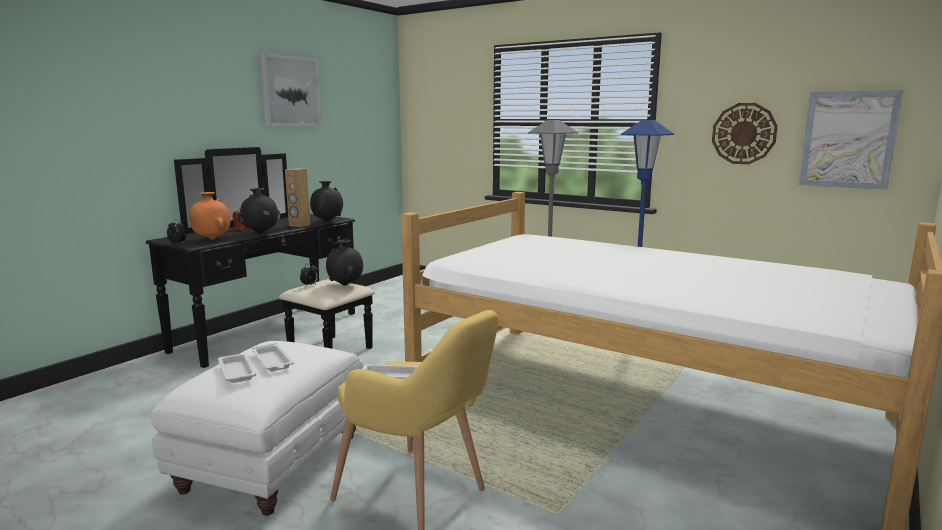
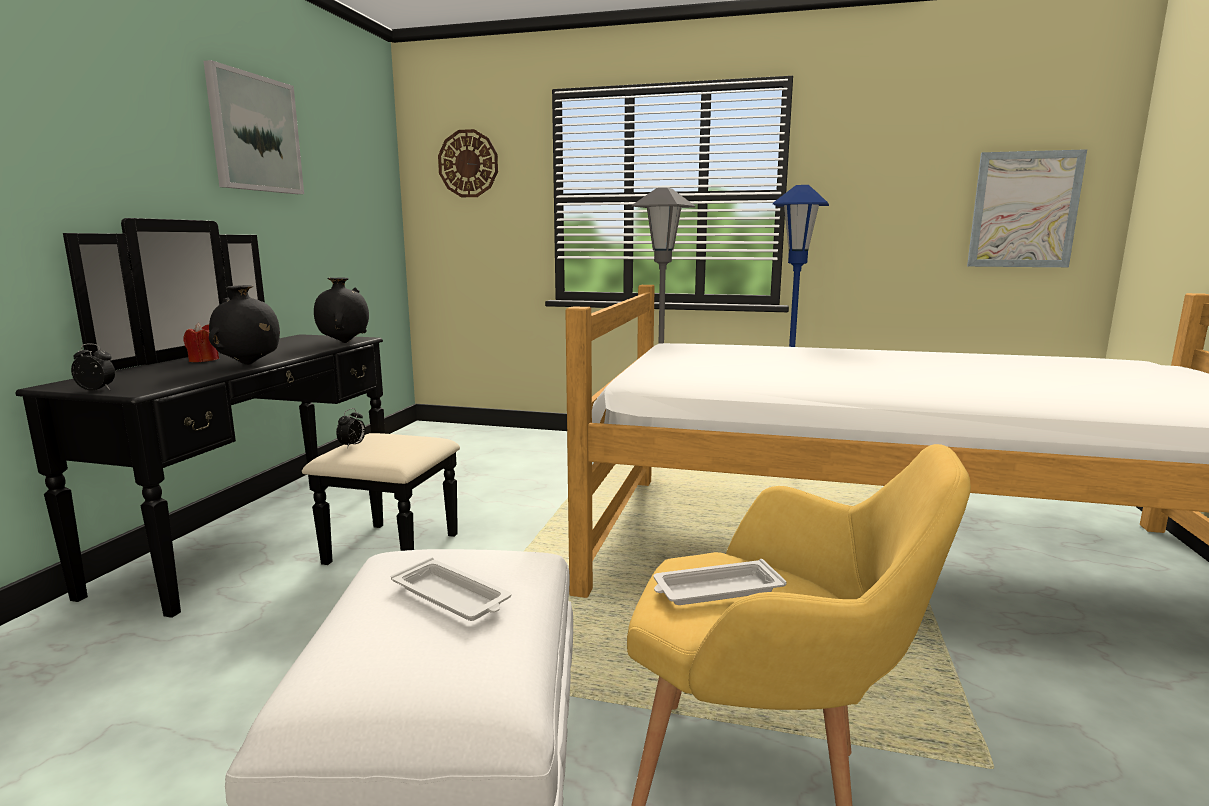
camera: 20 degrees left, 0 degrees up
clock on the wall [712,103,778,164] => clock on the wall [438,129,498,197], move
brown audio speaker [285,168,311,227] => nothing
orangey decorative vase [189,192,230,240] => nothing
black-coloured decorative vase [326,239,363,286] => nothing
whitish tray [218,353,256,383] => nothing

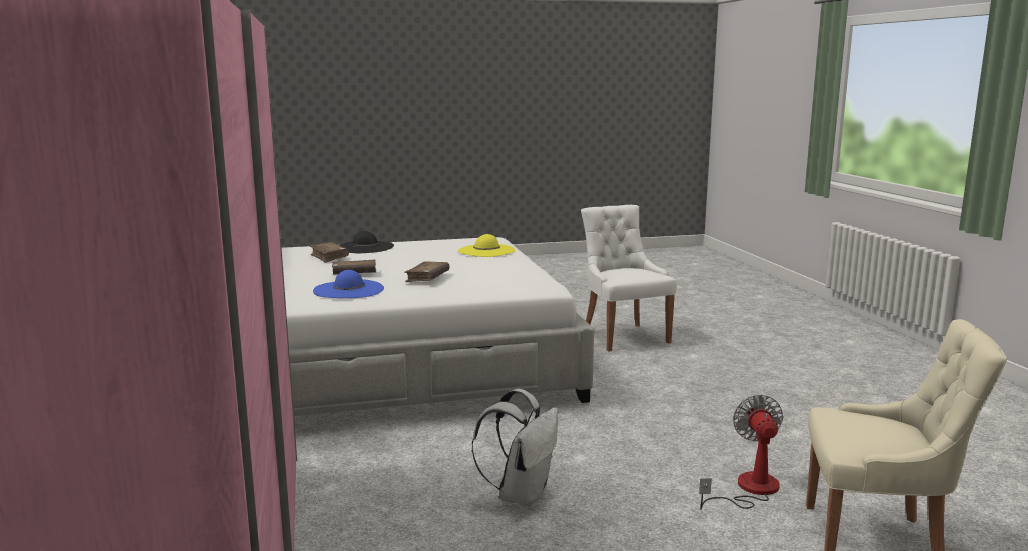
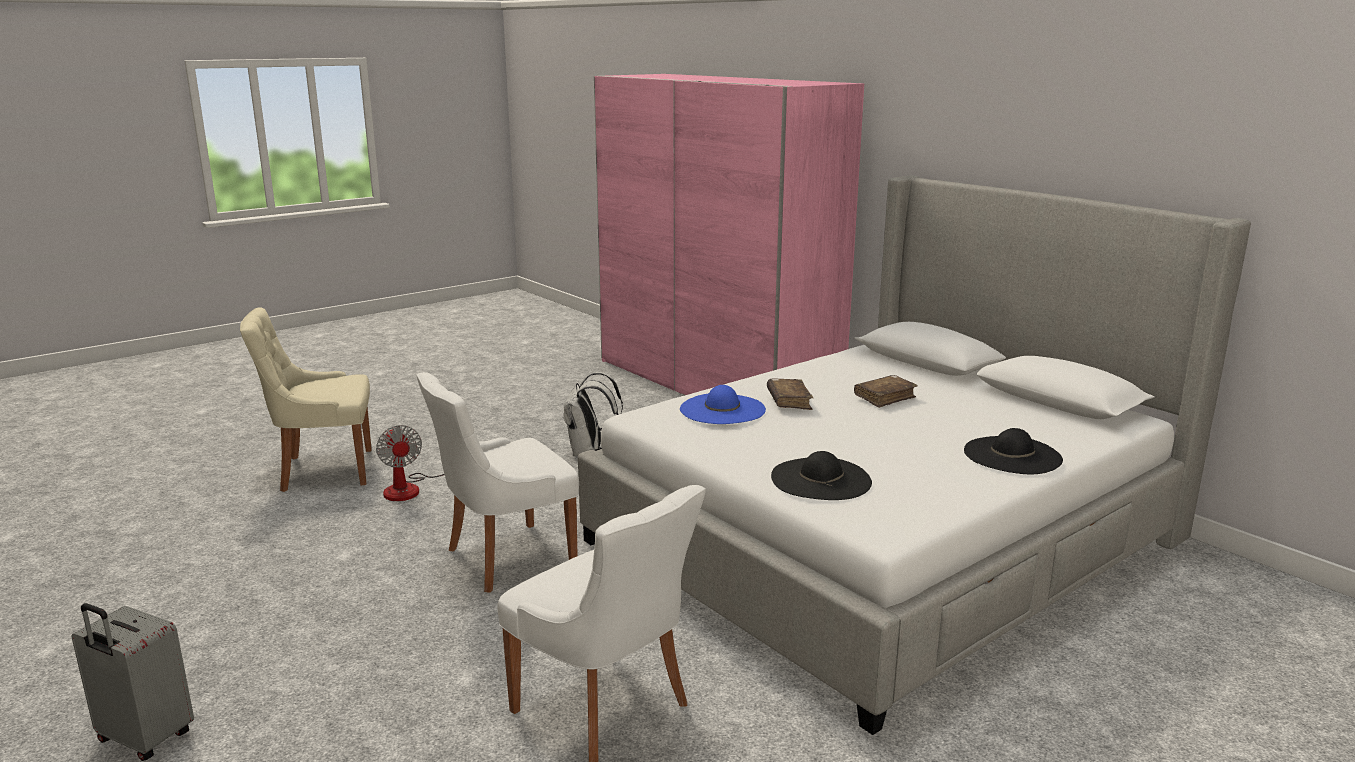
camera: 155 degrees right, 5 degrees up
yellow wearable hat [458,234,516,257] => black-coloured wearable hat [771,451,872,500]
brown book [310,242,349,263] => nothing
blue wearable hat [313,270,384,298] => blue wearable hat [680,385,766,424], move
nothing => whitish chair [416,372,579,593]
nothing => gray suitcase [72,603,194,761]

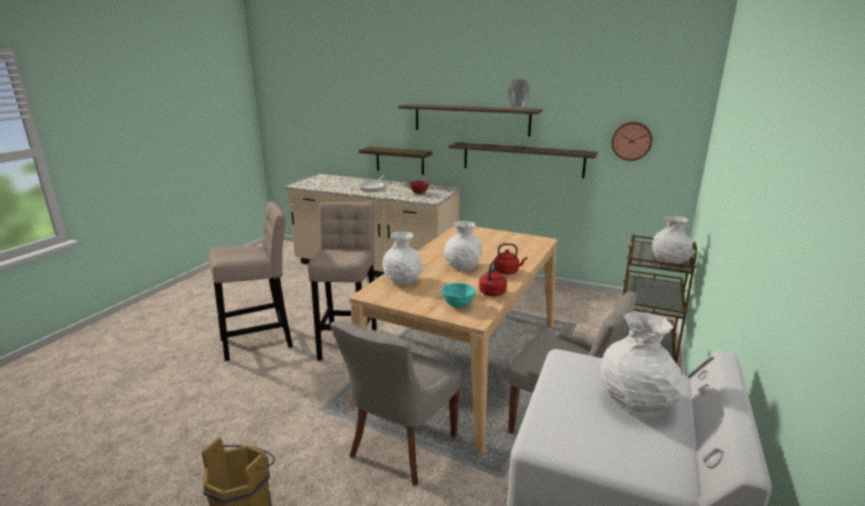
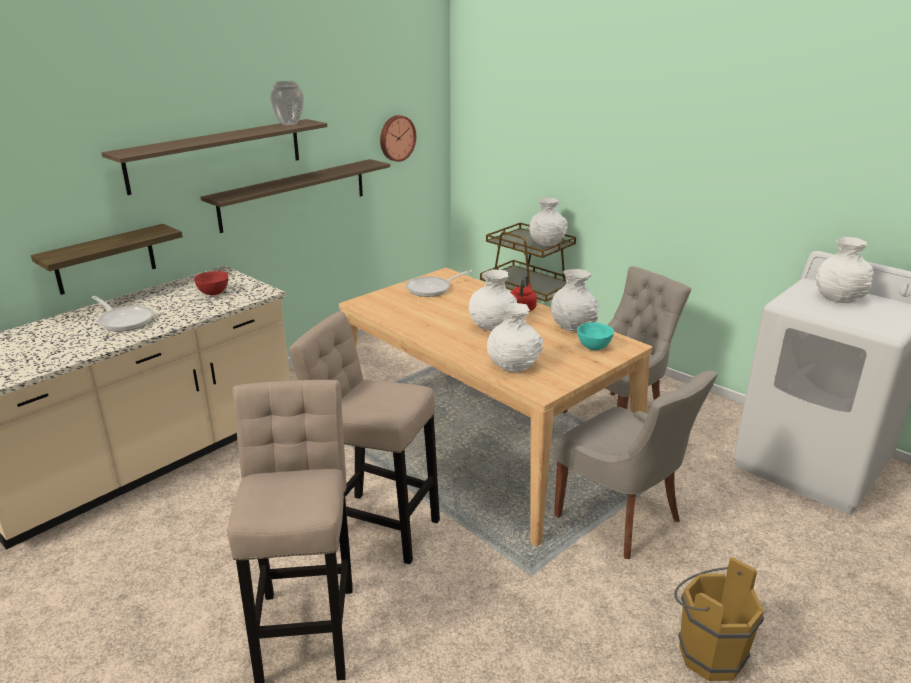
camera: 70 degrees left, 5 degrees up
reddish water kettle [479,260,507,297] => whitish decorative vase [551,269,599,331]
nothing => pan [406,270,473,297]

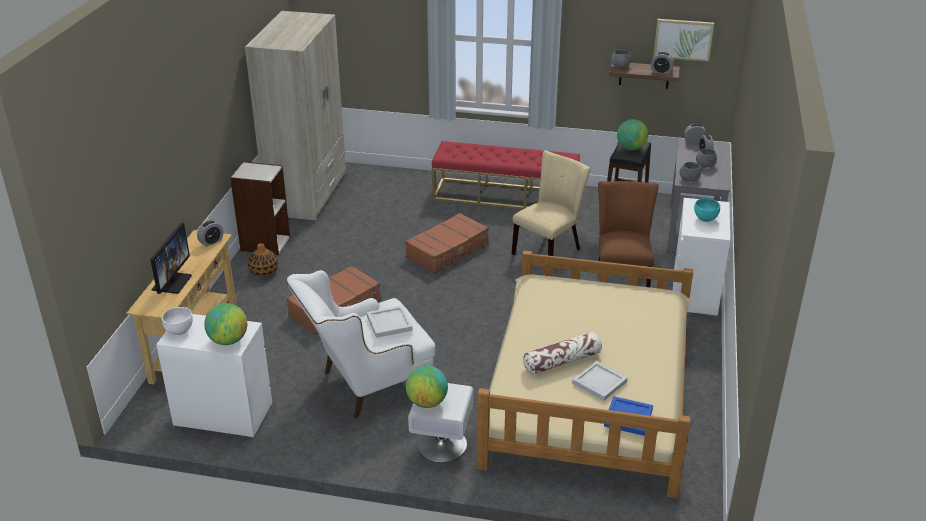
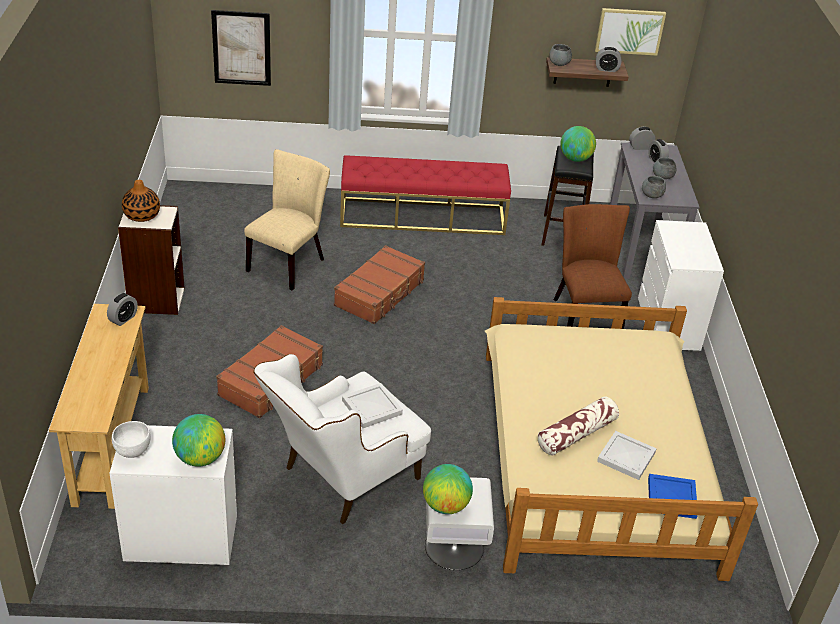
camera: 15 degrees left, 5 degrees up
beige armoire [245,11,346,221] => nothing
beige chair [511,150,590,256] => beige chair [244,149,330,291], move
blue-green serving bowl [694,198,720,222] => nothing
computer screen [150,223,192,294] => nothing
decorative vase [248,243,278,277] => decorative vase [122,180,160,222], move
nothing => wall picture [211,10,271,86]

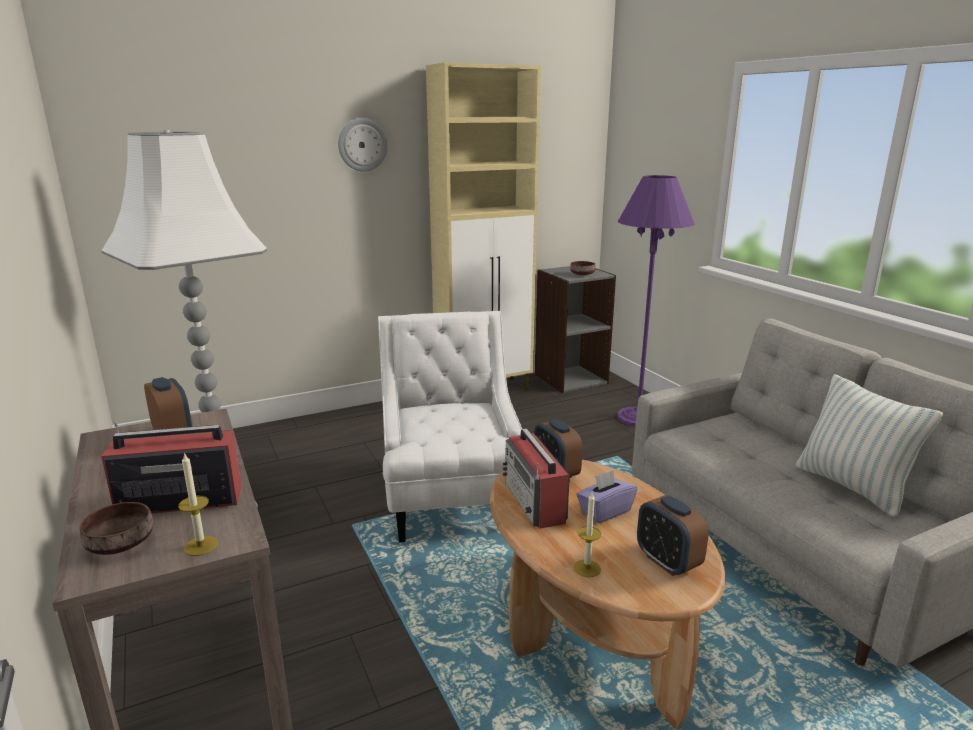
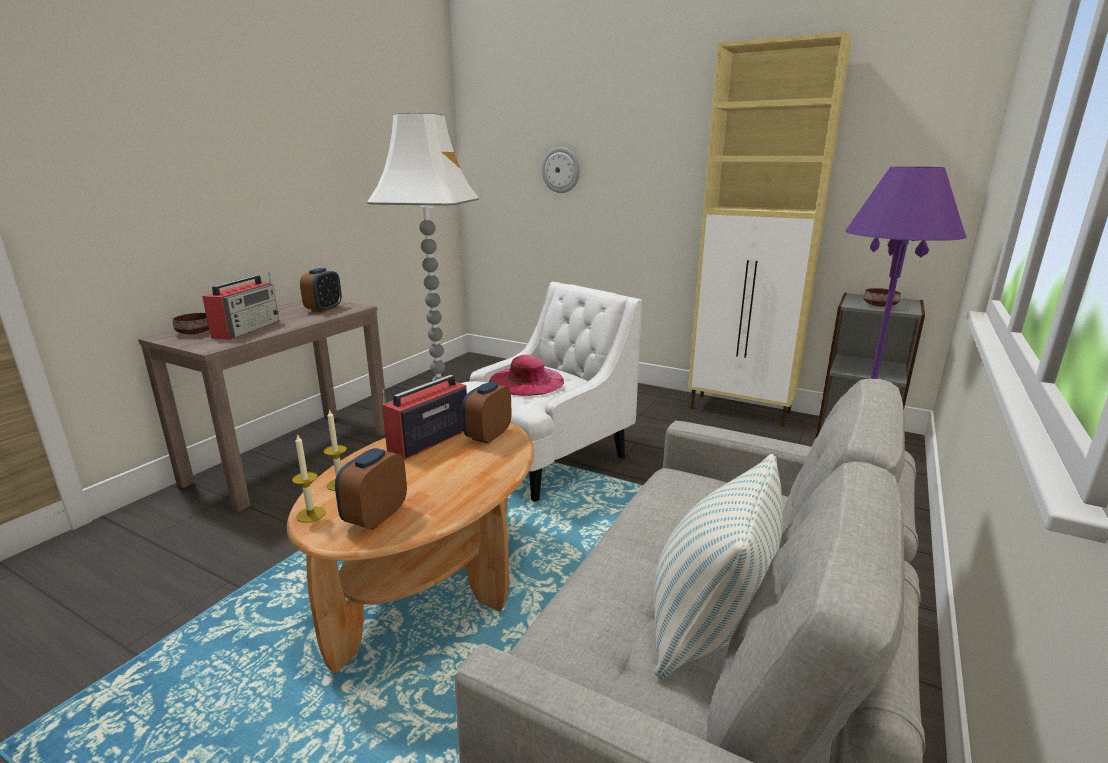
camera: 55 degrees right, 0 degrees up
clock on the wall [338,118,388,171] => clock on the wall [542,147,580,193], move
radio set [101,421,242,513] => radio set [202,272,279,340], 60 degrees clockwise
candle [178,452,218,556] => candle [292,434,326,523], move
purple tissue box [577,470,637,523] => nothing
nothing => pinkish wearable hat [489,355,564,396]

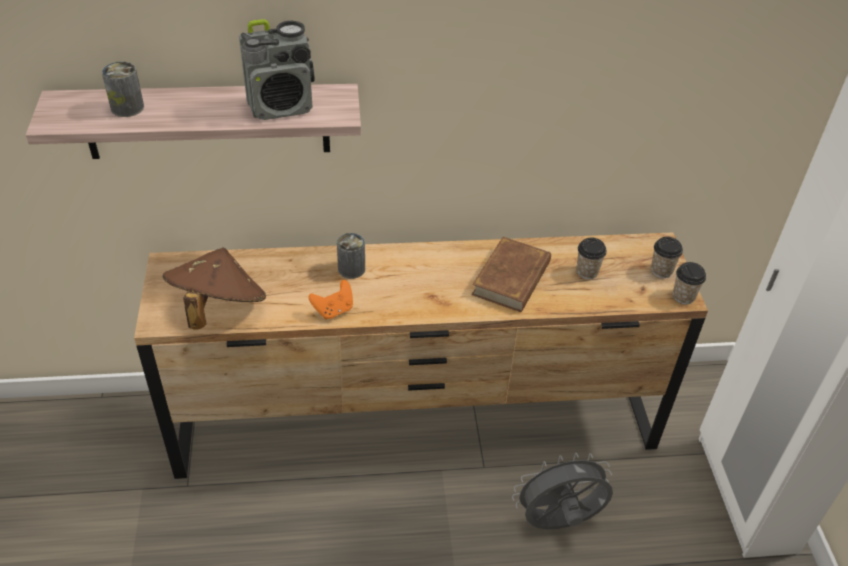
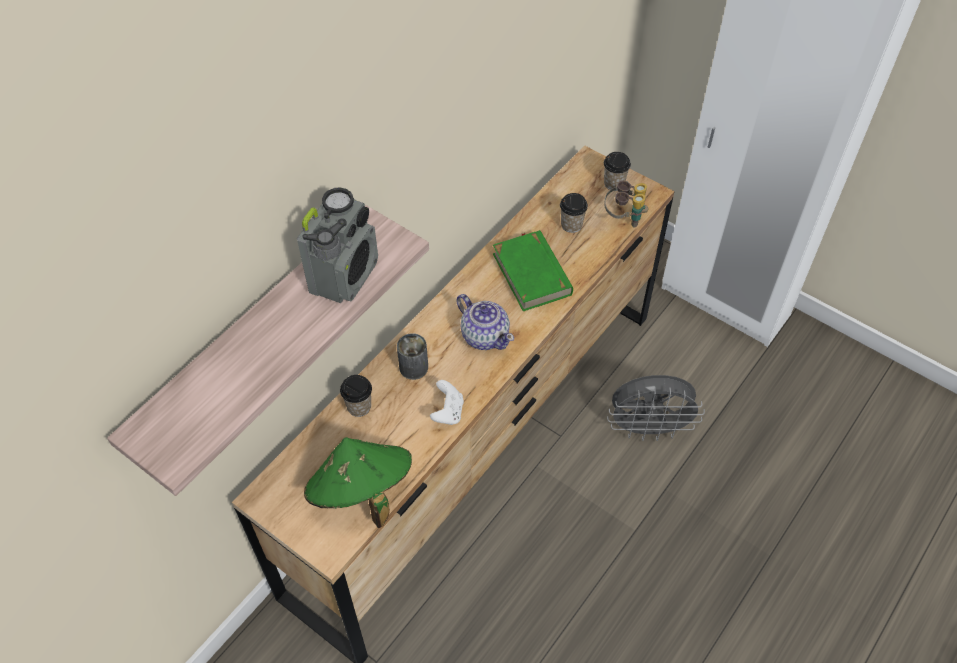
camera: 45 degrees left, 10 degrees up
can [102,62,144,117] => nothing
brown book [472,237,551,312] => green book [493,230,573,311]
brown wearable hat [163,248,266,330] => green wearable hat [304,437,412,528]
drinking cup [673,262,706,304] => drinking cup [340,375,372,417], move
orangey gamepad [309,280,353,319] => whitish gamepad [430,380,464,425]
gray electric fan [512,453,613,529] => gray electric fan [607,375,705,441], 120 degrees counterclockwise
nothing => binoculars [604,181,648,227]
nothing => pot for tea [456,294,514,350]

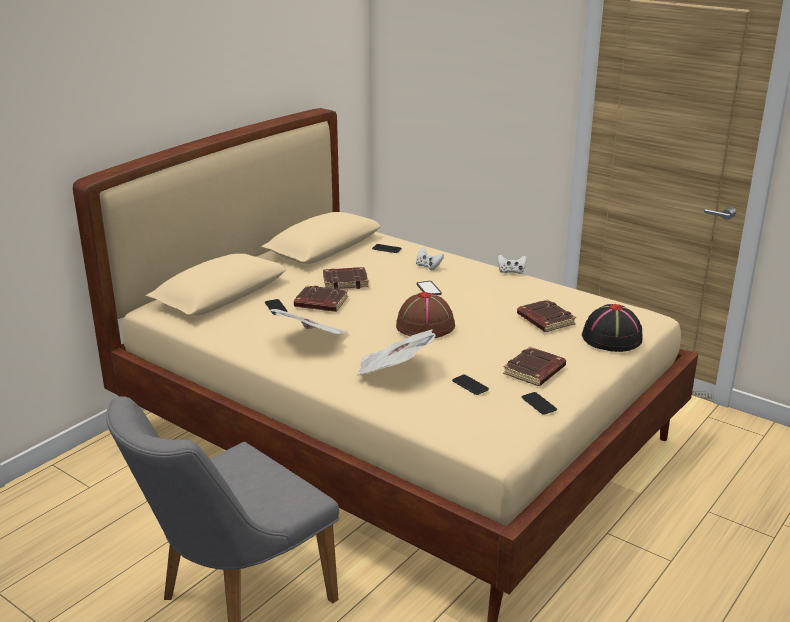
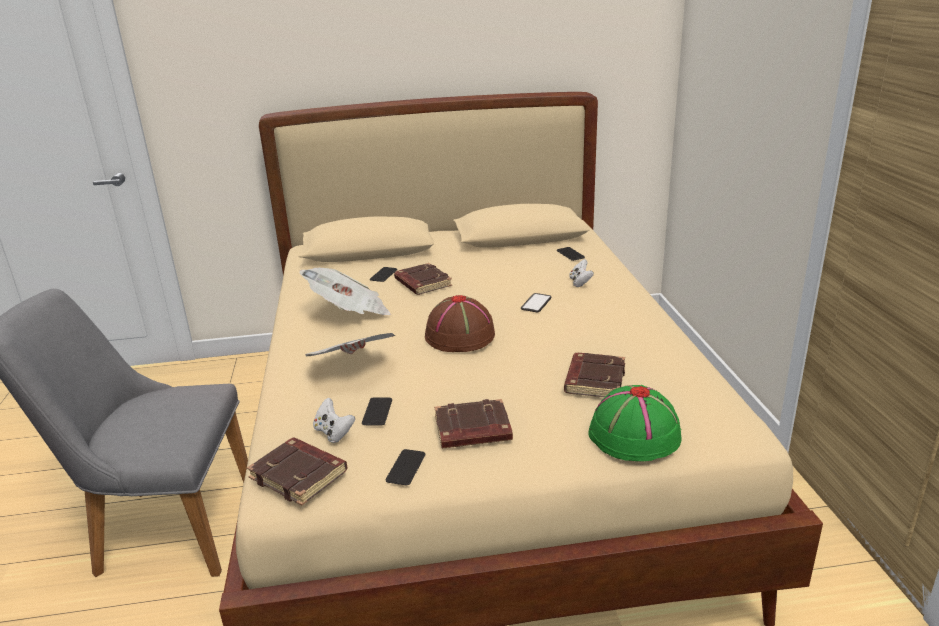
camera: 45 degrees right, 0 degrees up
whitish gamepad [497,254,527,274] => whitish gamepad [313,398,355,443], move
brown book [323,267,369,289] => brown book [247,437,347,506], move
black-coloured wearable hat [582,304,643,352] => green wearable hat [588,385,683,461]

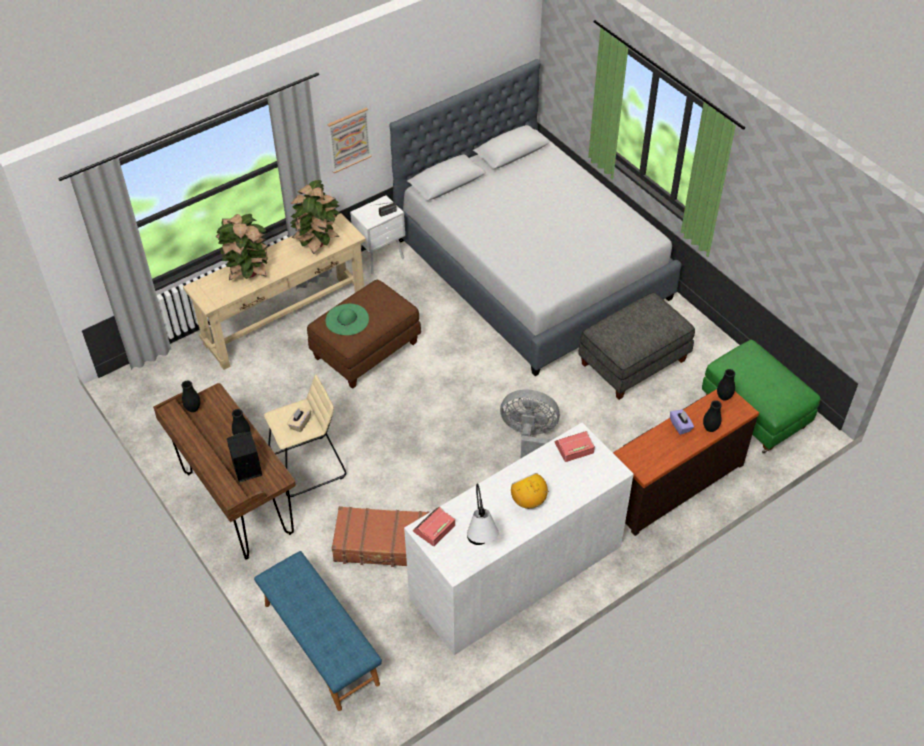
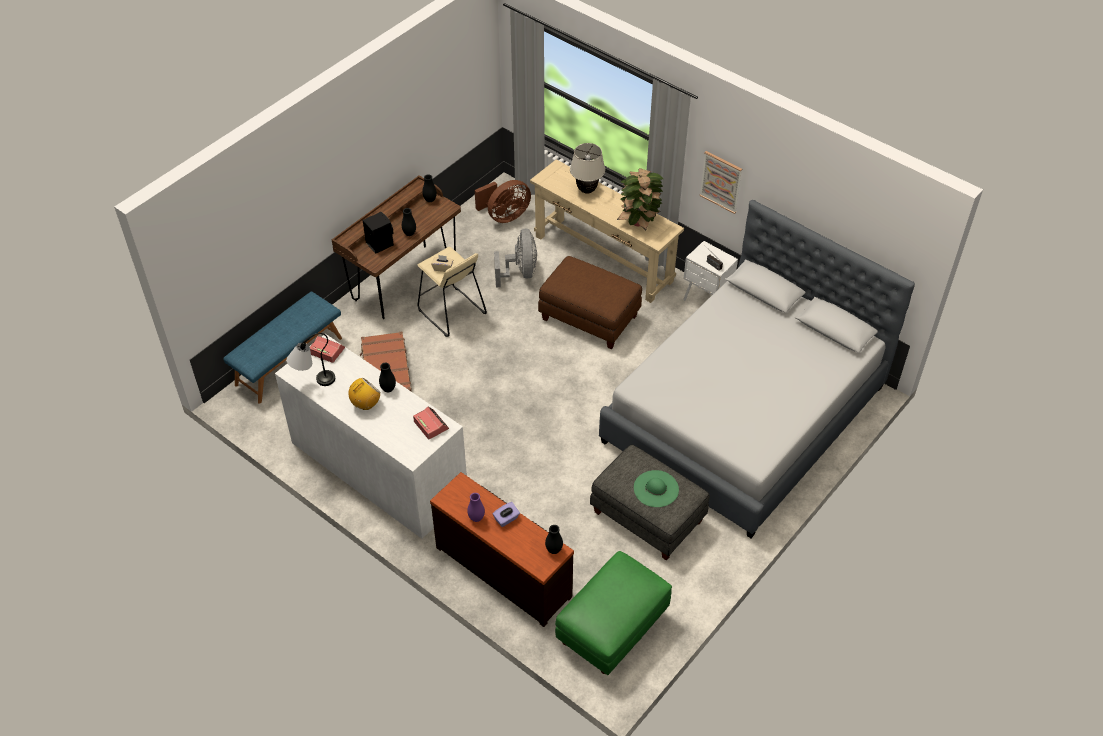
camera: 75 degrees right, 0 degrees up
potted plant [215,214,269,280] => beige lamp for a table [570,143,605,194]
green wearable hat [326,304,369,335] => green wearable hat [634,470,679,507], move
gray electric fan [500,389,560,459] => gray electric fan [494,229,537,287], move
black-coloured decorative vase [703,400,722,432] => black-coloured decorative vase [379,363,396,392], move
nothing => brown electric fan [475,180,531,223]
nothing => purple decorative vase [467,493,485,522]

